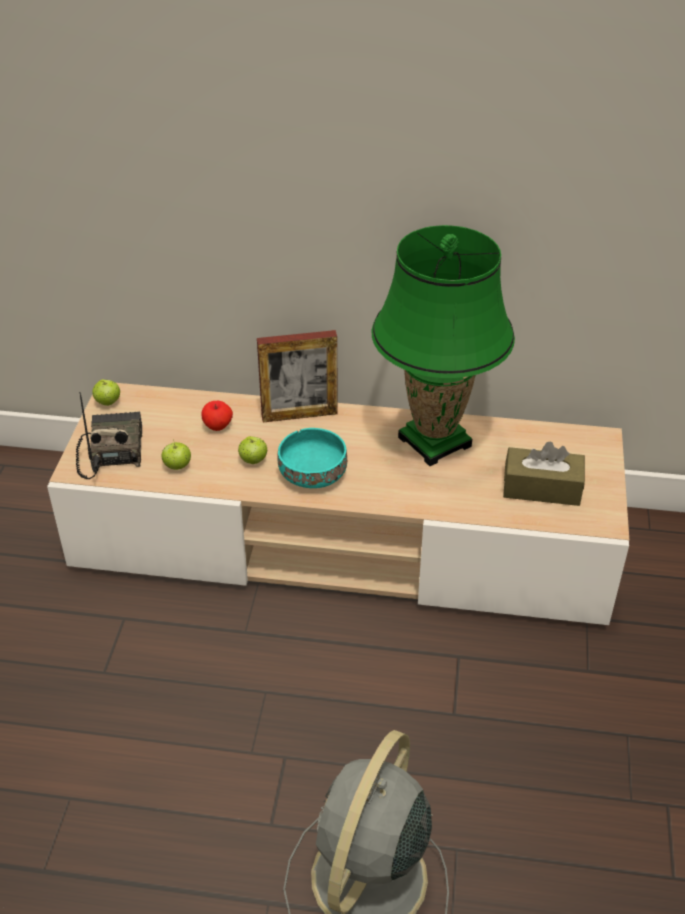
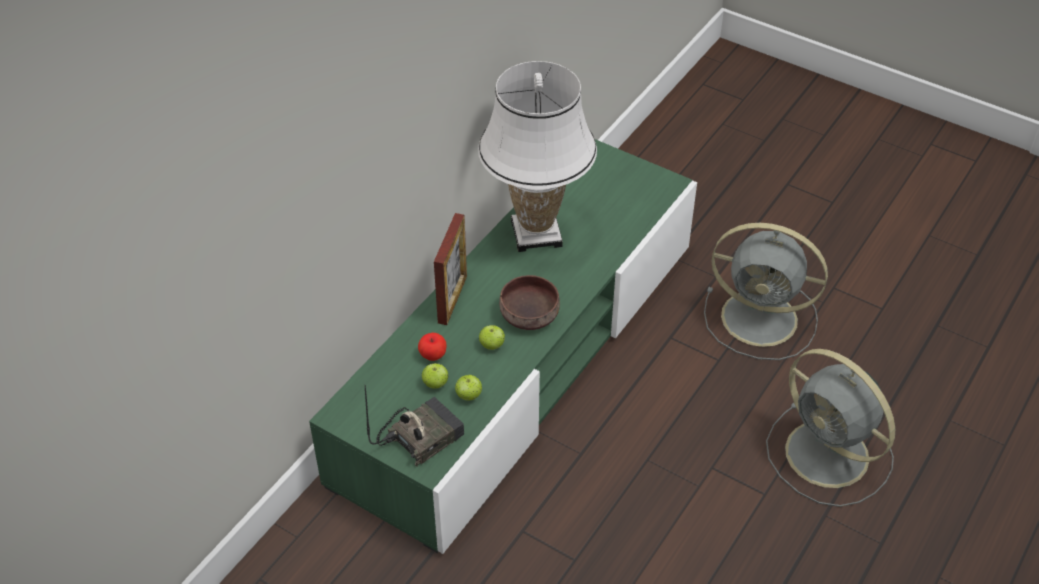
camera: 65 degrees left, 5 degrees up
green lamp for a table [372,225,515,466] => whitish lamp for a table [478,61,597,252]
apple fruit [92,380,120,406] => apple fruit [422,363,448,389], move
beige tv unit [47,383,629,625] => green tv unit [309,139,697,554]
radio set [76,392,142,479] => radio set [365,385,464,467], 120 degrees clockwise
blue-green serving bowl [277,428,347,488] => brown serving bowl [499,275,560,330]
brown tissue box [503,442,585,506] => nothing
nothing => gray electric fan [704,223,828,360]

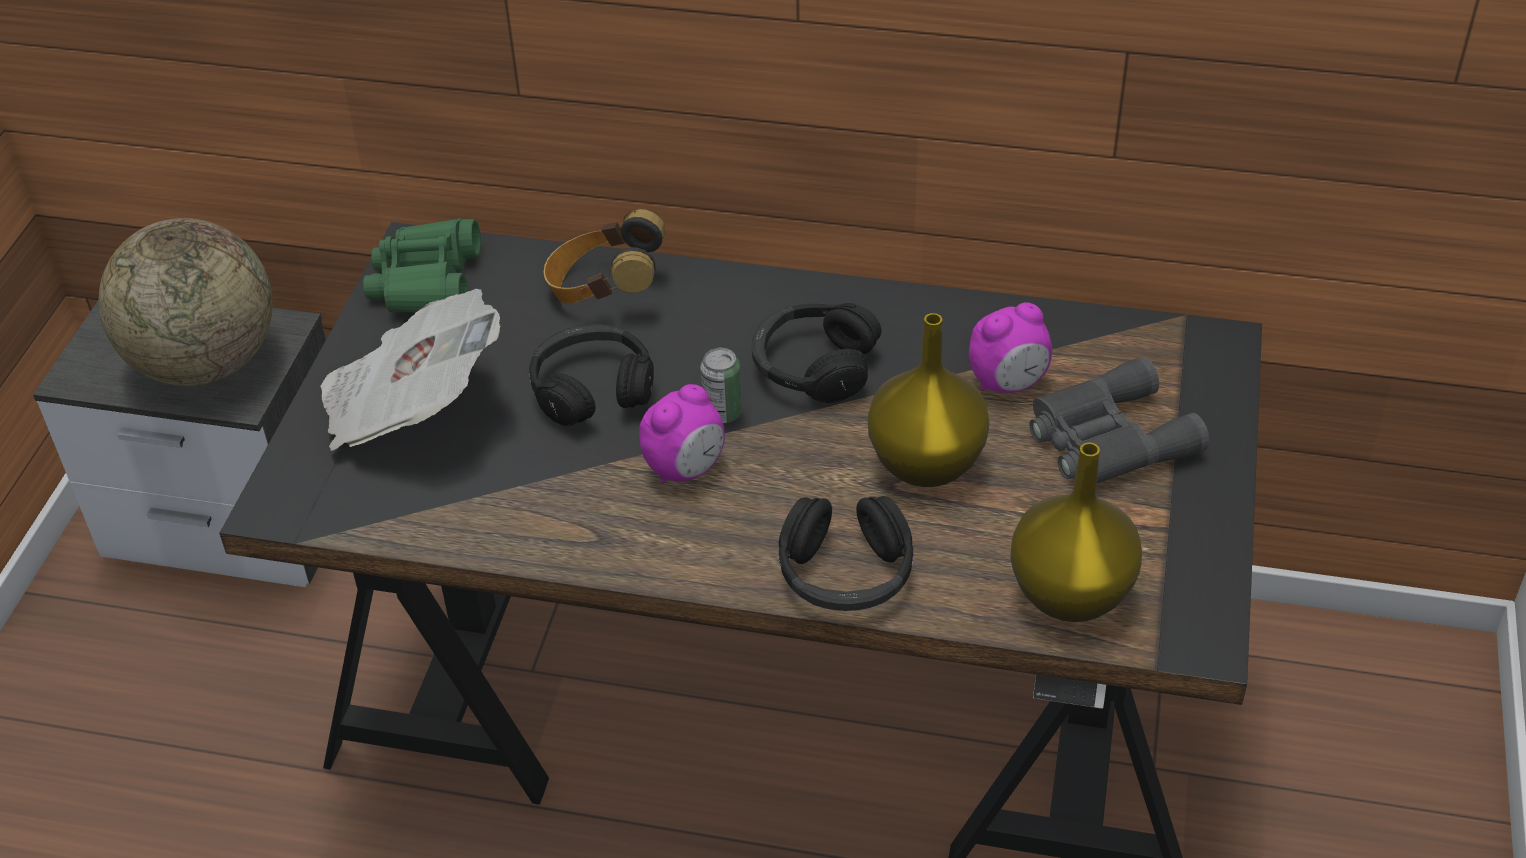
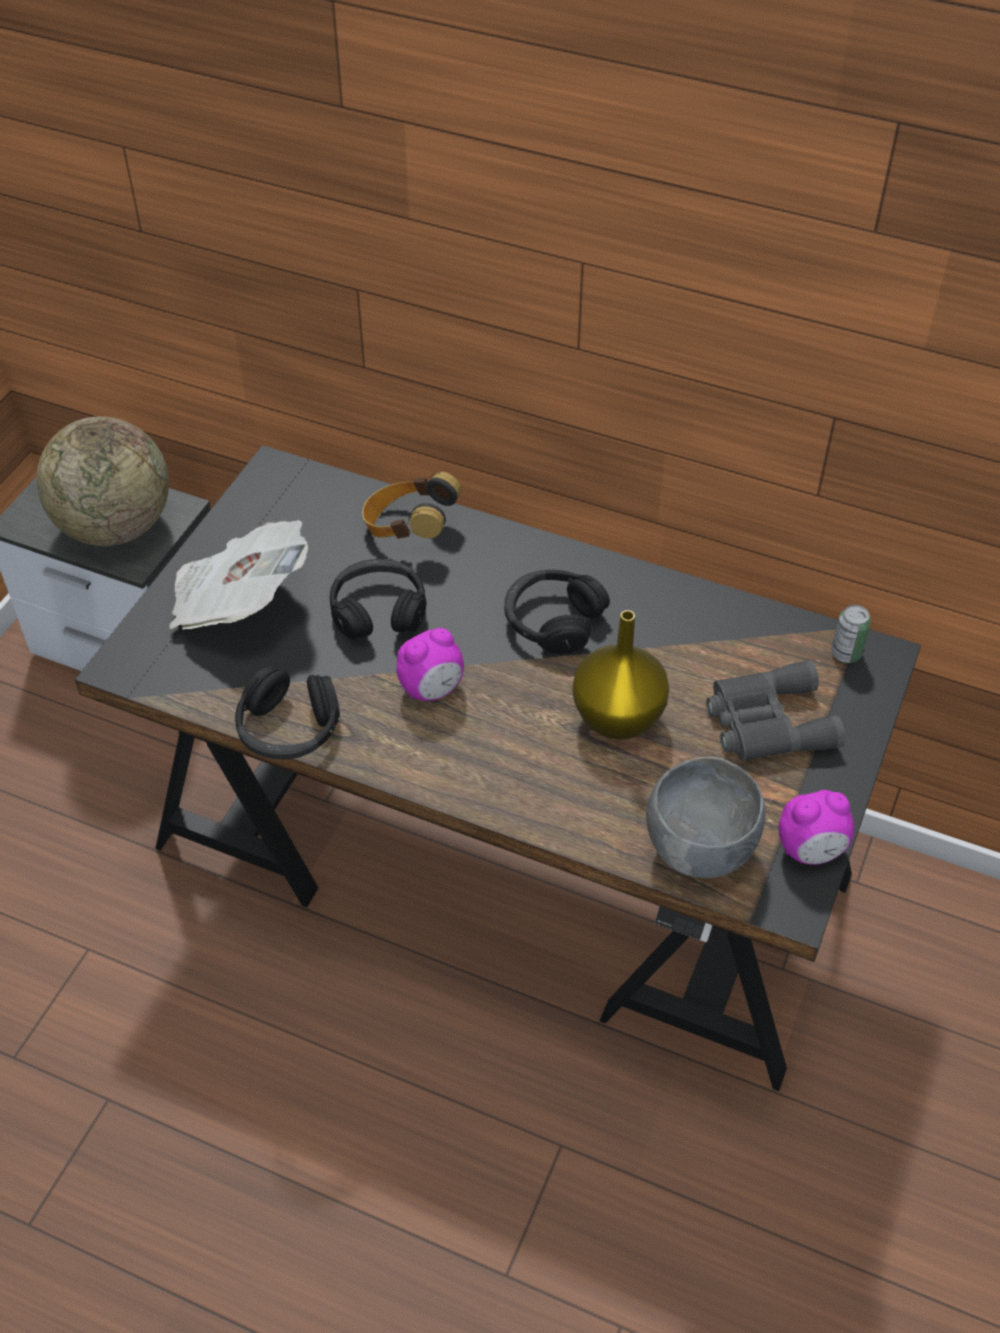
camera: 10 degrees right, 5 degrees up
green binoculars [363,218,481,312] => nothing
alarm clock [969,302,1052,393] => alarm clock [778,790,854,865], move
can [700,348,742,423] => can [831,605,871,663], move
yellow decorative vase [1010,442,1142,622] => gray serving bowl [646,757,765,878]
black-coloured headset [779,496,914,611] => black-coloured headset [235,667,340,760], move

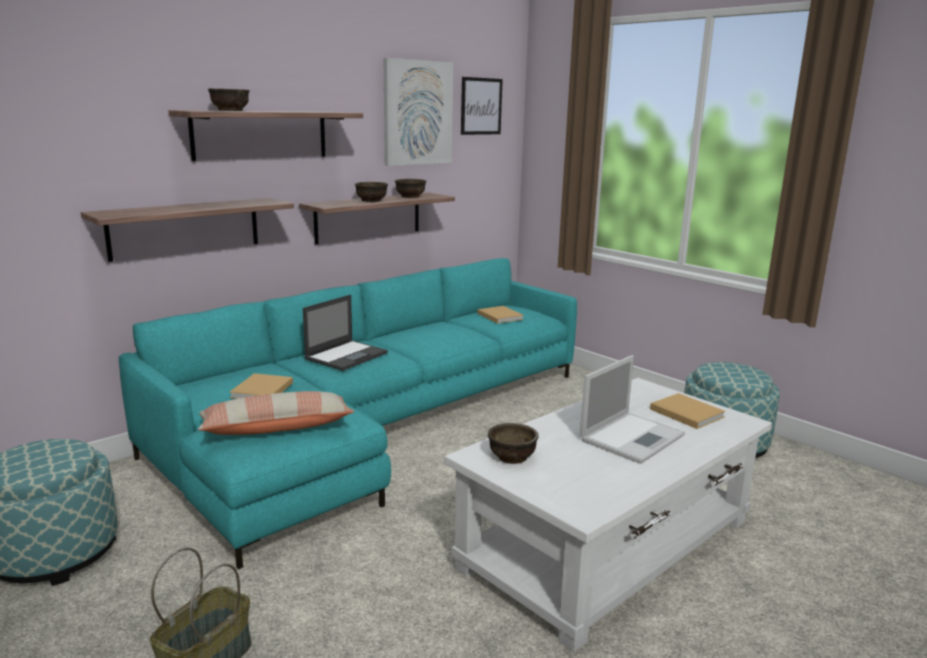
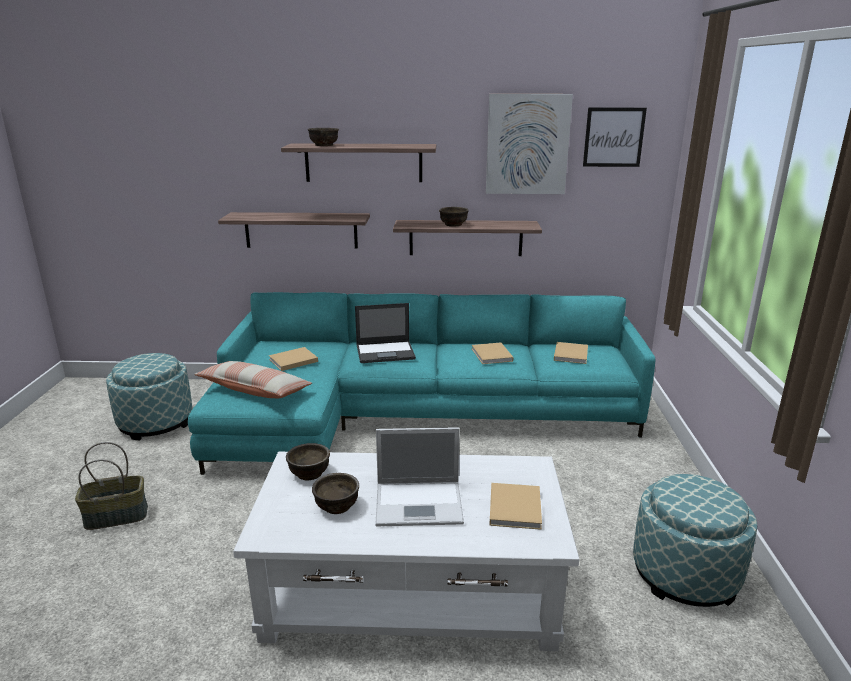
camera: 45 degrees right, 5 degrees up
brown serving bowl [395,179,426,198] => brown serving bowl [312,473,359,514], move
nothing => beige book [472,342,513,364]

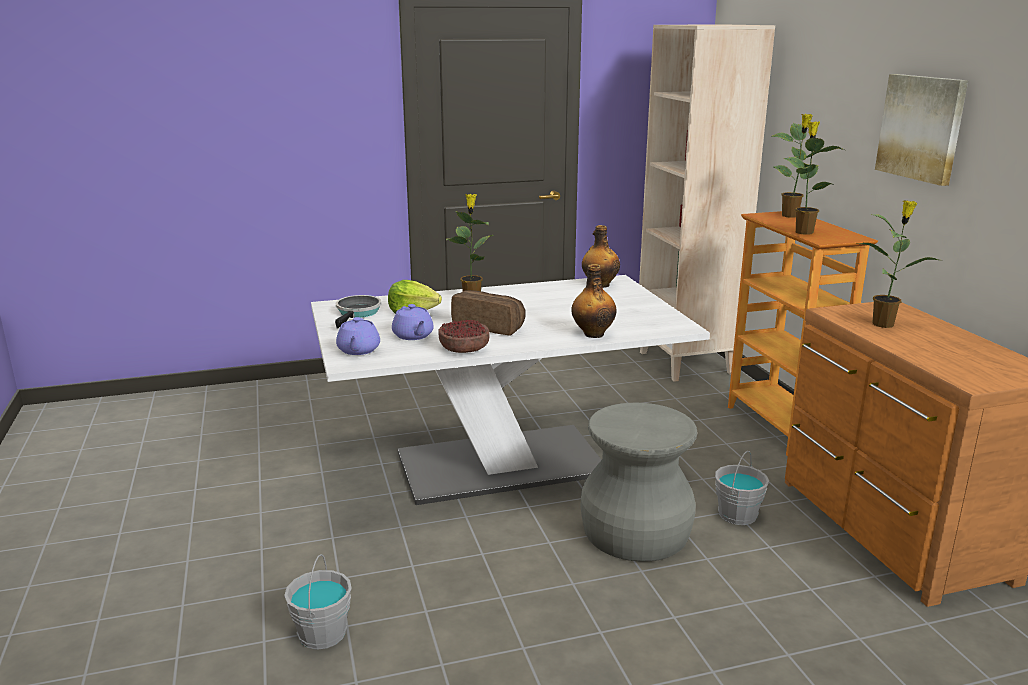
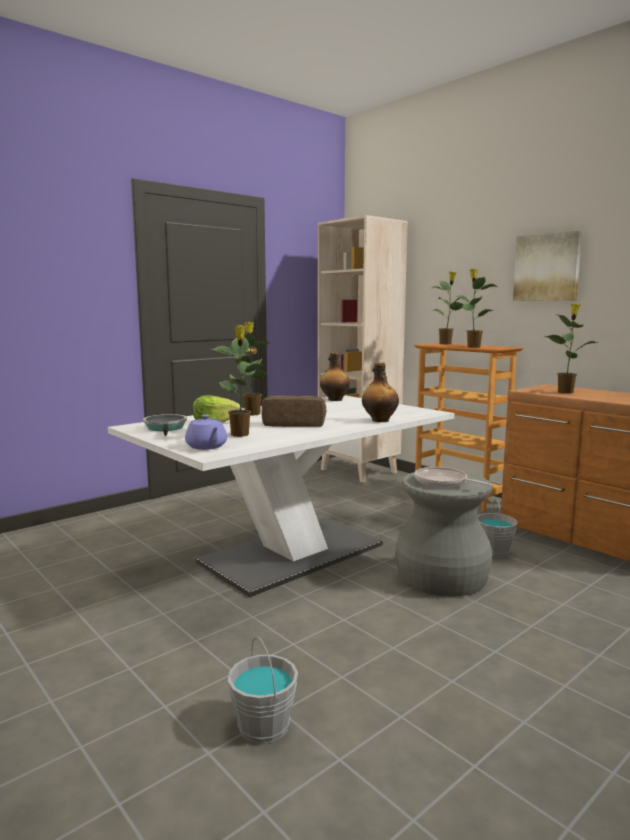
camera: 25 degrees left, 10 degrees down
purple pot for tea [392,304,434,340] => potted plant [212,325,264,437]
serving bowl [439,320,489,353] => nothing
nothing => pan [414,467,492,487]

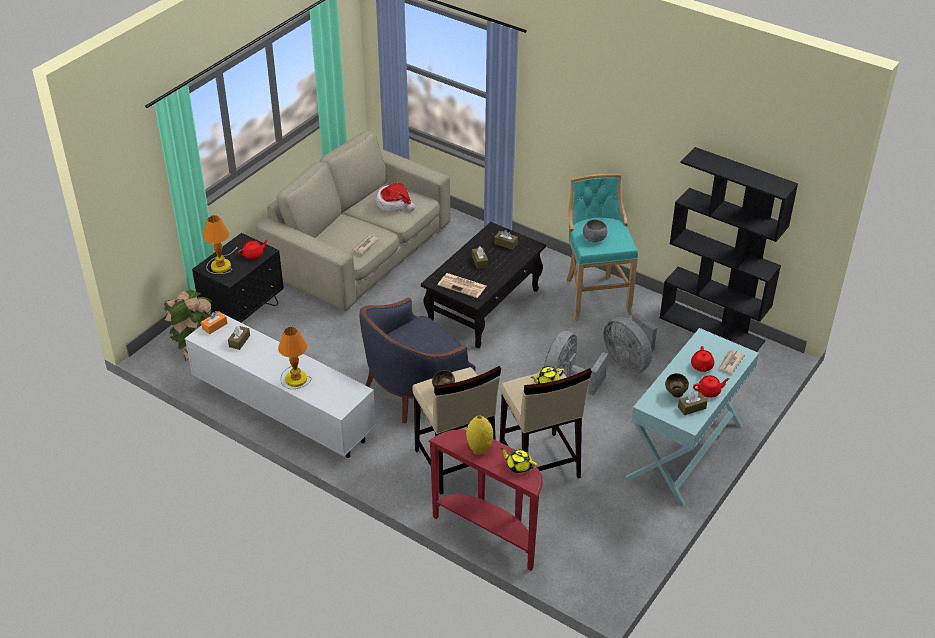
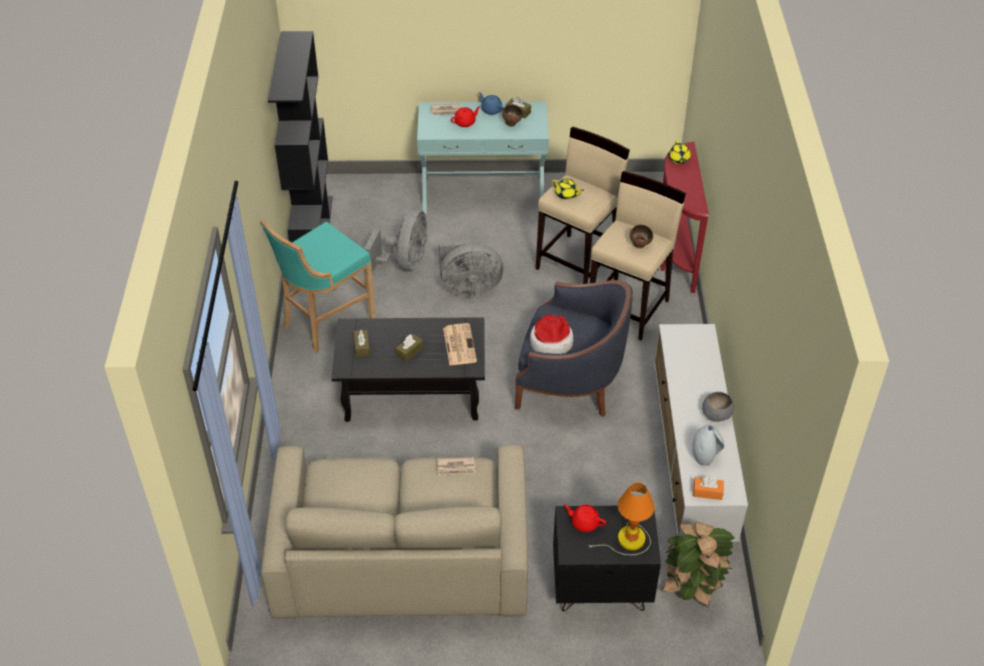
camera: 125 degrees left, 5 degrees up
wearable hat [376,182,415,212] => wearable hat [530,314,574,354], move
gray serving bowl [583,220,607,242] => gray serving bowl [702,392,734,422], move
brown tissue box [228,325,250,350] => gray decorative vase [692,425,724,466]
lamp for a table [278,326,312,389] => nothing
reddish pot for tea [693,375,730,398] => blue pot for tea [479,92,504,115]
yellow decorative vase [466,416,493,455] => nothing

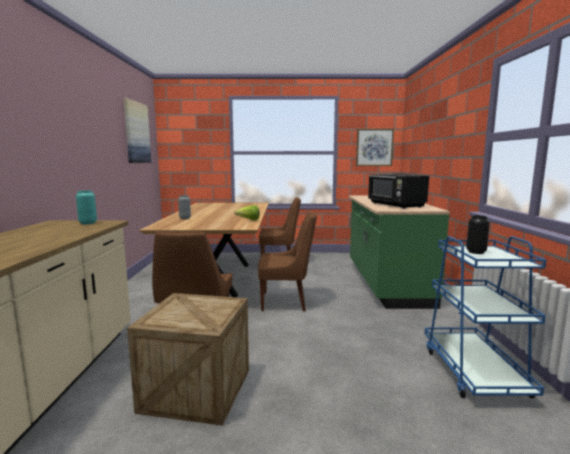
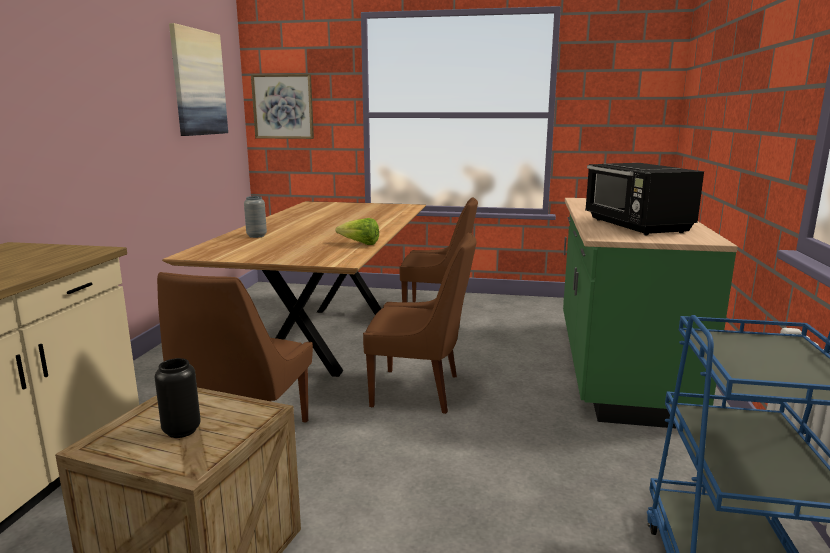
camera: 10 degrees right, 5 degrees up
wall picture [356,129,394,166] => wall picture [251,74,314,139], move
blue-green decorative vase [76,190,97,224] => nothing
black-coloured decorative vase [466,215,490,254] => black-coloured decorative vase [154,358,201,438], move

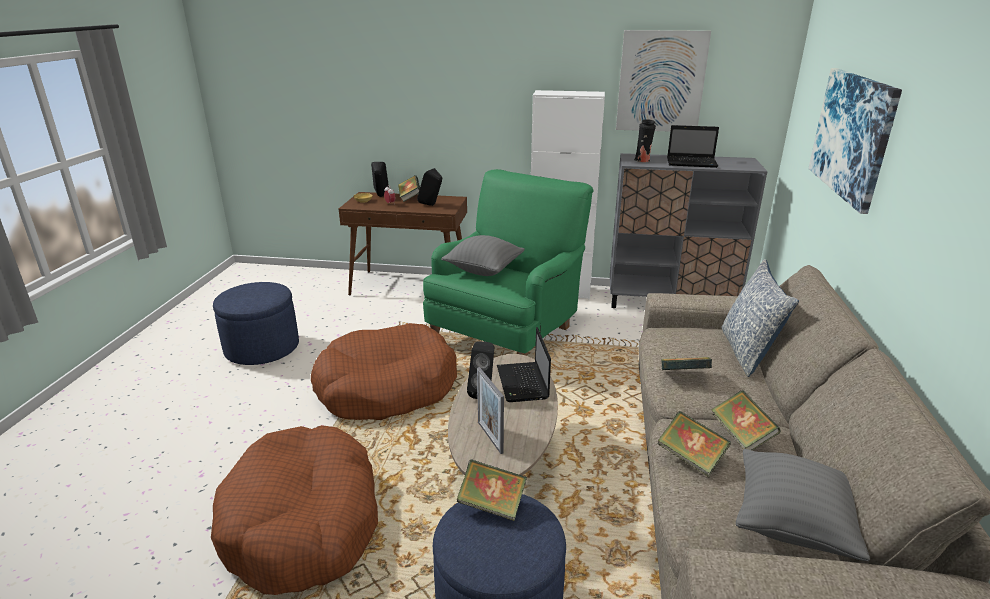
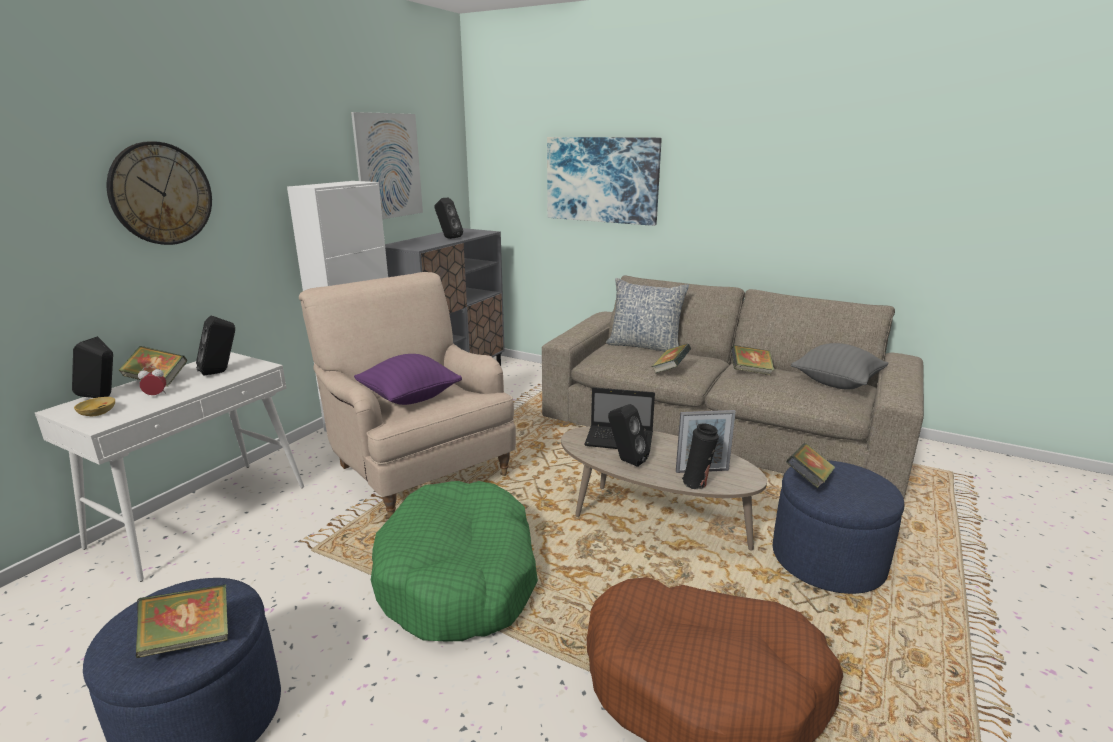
camera: 70 degrees left, 5 degrees down
black-coloured decorative vase [634,119,656,162] => black-coloured decorative vase [682,423,719,489], move
notebook computer [667,125,719,168] => black-coloured audio speaker [434,198,463,239]
green easy chair [423,169,594,356] => beige easy chair [299,272,516,519]
brown narrow table [339,192,467,295] => whitish narrow table [35,352,304,582]
gray throw pillow [441,235,525,276] => purple throw pillow [354,354,462,405]
brown dog cushion [311,323,457,420] => green dog cushion [371,481,538,641]
book [658,411,731,477] => book [136,584,228,658], move
nothing => clock on the wall [107,141,212,245]

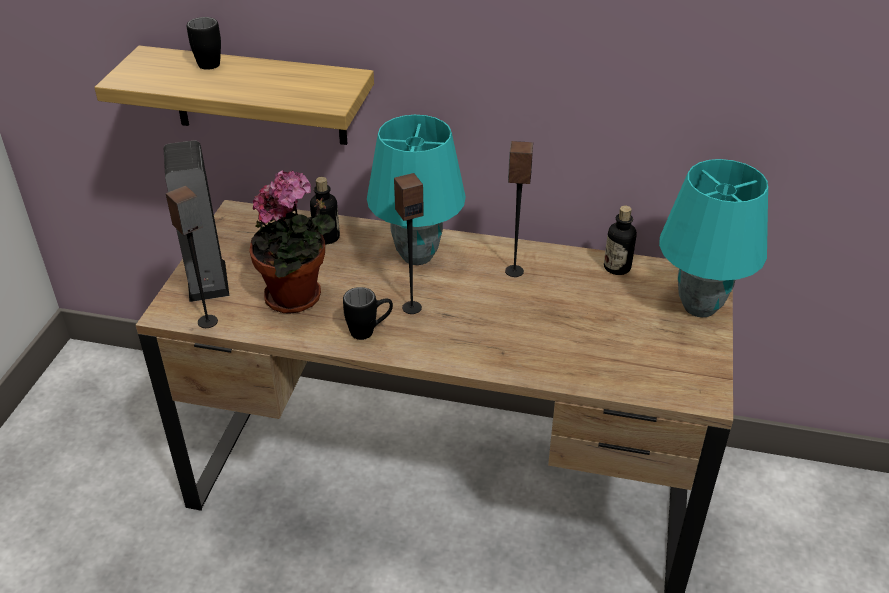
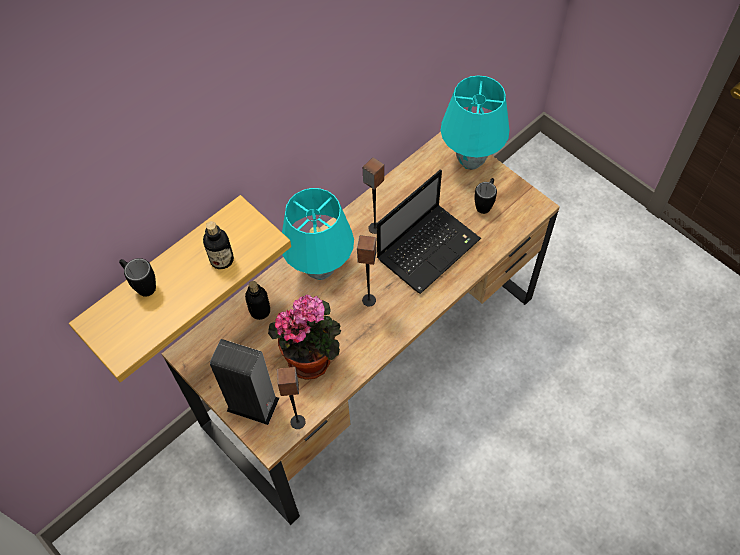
camera: 55 degrees left, 20 degrees up
beverage bottle [604,206,637,275] => beverage bottle [203,221,234,269], move
black-coloured mug [343,287,393,340] => black-coloured mug [474,178,497,214], move
nothing => notebook computer [377,170,481,294]

